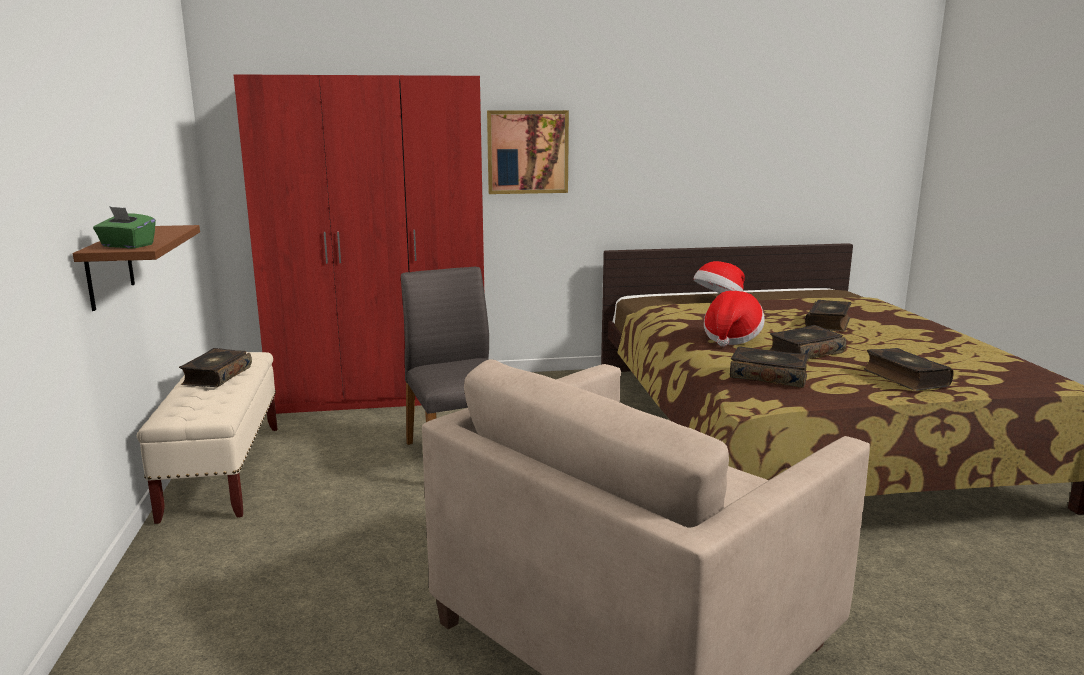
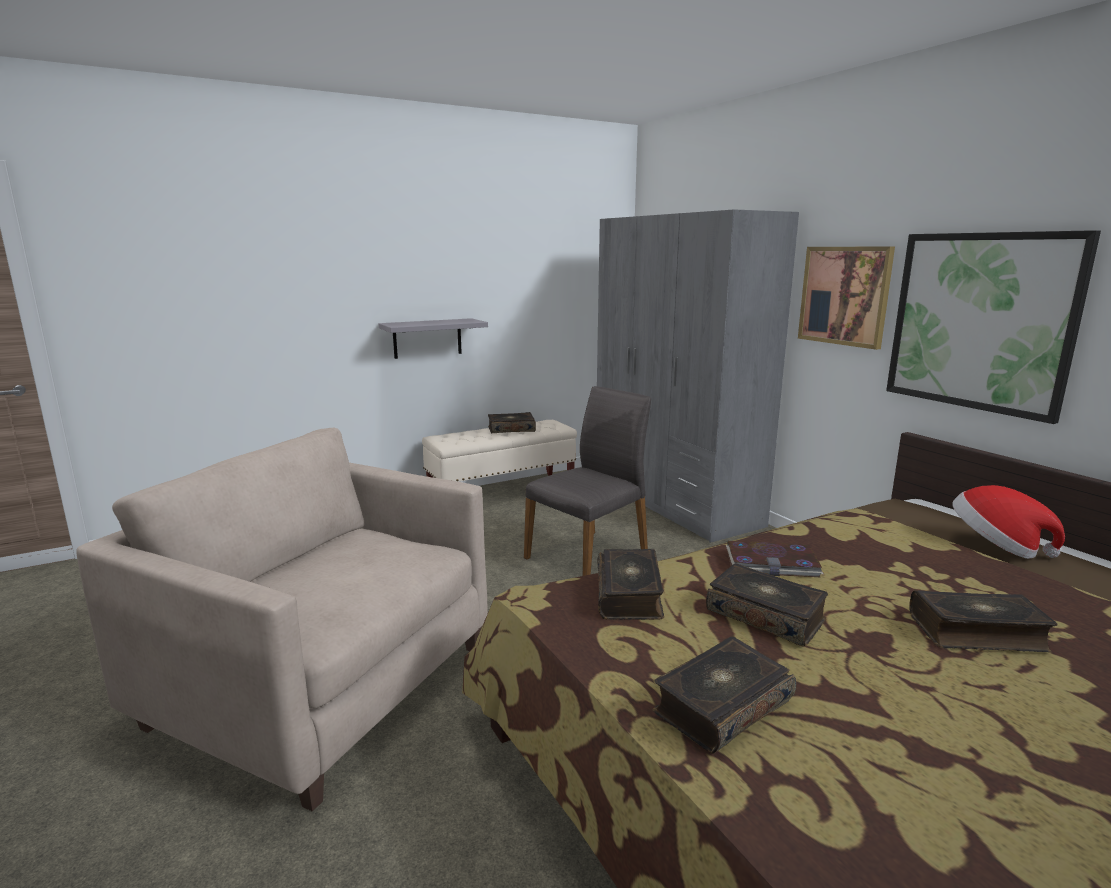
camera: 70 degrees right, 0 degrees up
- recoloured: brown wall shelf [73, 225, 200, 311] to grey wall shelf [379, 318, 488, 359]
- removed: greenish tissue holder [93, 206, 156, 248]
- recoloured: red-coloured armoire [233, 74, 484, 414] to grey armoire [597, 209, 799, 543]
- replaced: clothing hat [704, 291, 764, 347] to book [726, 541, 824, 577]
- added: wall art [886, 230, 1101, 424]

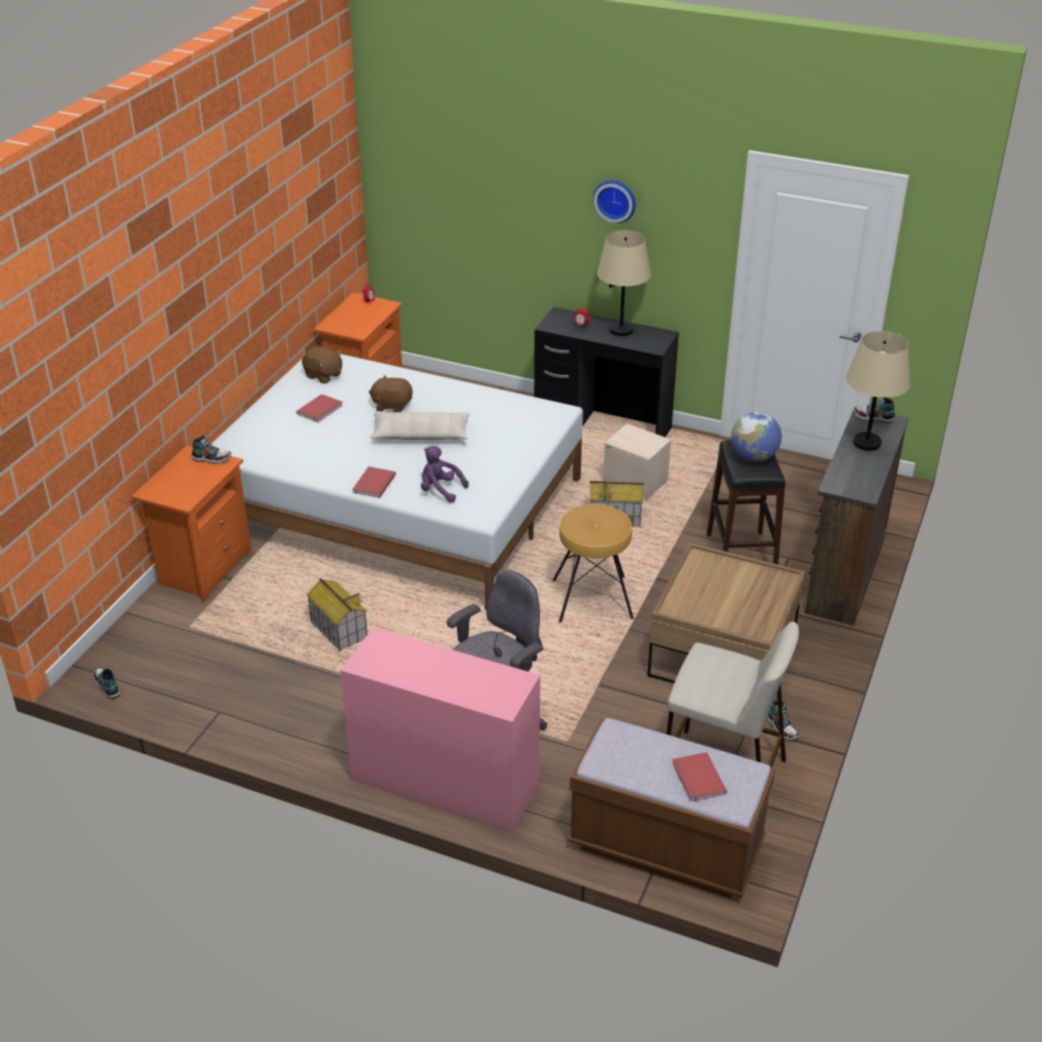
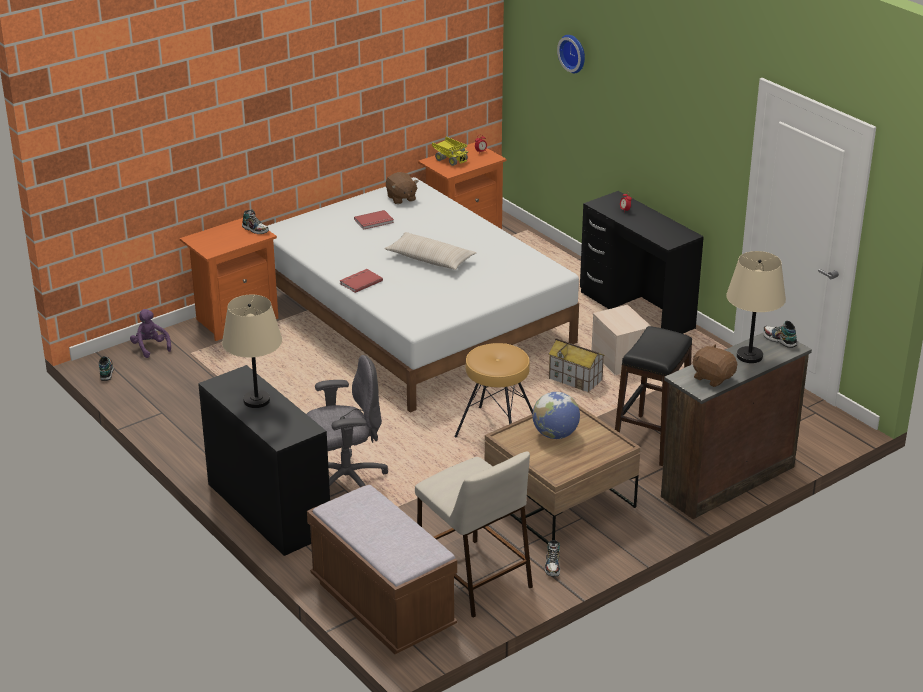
camera: 30 degrees right, 5 degrees down
- removed: model house [306, 578, 367, 651]
- recoloured: pinkish desk table [340, 627, 540, 833] to black-coloured desk table [198, 365, 330, 556]
- moved: brown cuddly toy [369, 375, 413, 412] to [693, 344, 737, 387]
- moved: purple-coloured cuddly toy [421, 446, 469, 503] to [130, 309, 171, 358]
- moved: clock on the wall [593, 180, 636, 223] to [557, 35, 585, 73]
- moved: sand-coloured table lamp [597, 230, 651, 336] to [222, 295, 282, 408]
- removed: red-coloured book [672, 752, 727, 801]
- moved: world globe [731, 412, 782, 462] to [532, 392, 580, 439]
- added: model truck [432, 137, 468, 166]

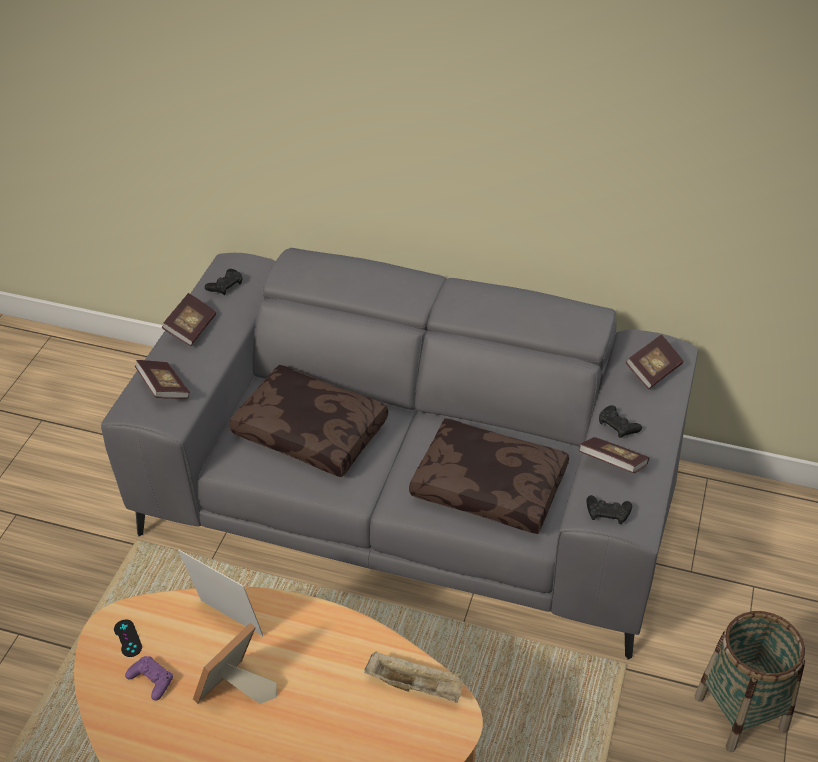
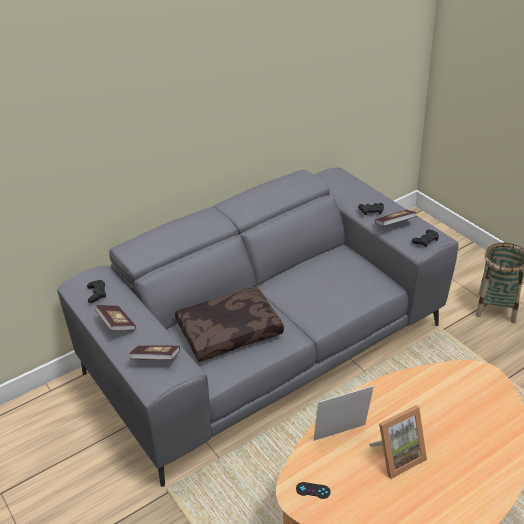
camera: 50 degrees left, 5 degrees down
- removed: purple-coloured gamepad [125, 656, 173, 701]
- turned: standing frame [193, 623, 277, 704] = [369, 405, 427, 479] 105 degrees counterclockwise
- removed: sand-coloured serving tray [364, 651, 463, 703]
- removed: brown throw pillow [409, 418, 569, 534]
- removed: book [626, 334, 683, 389]

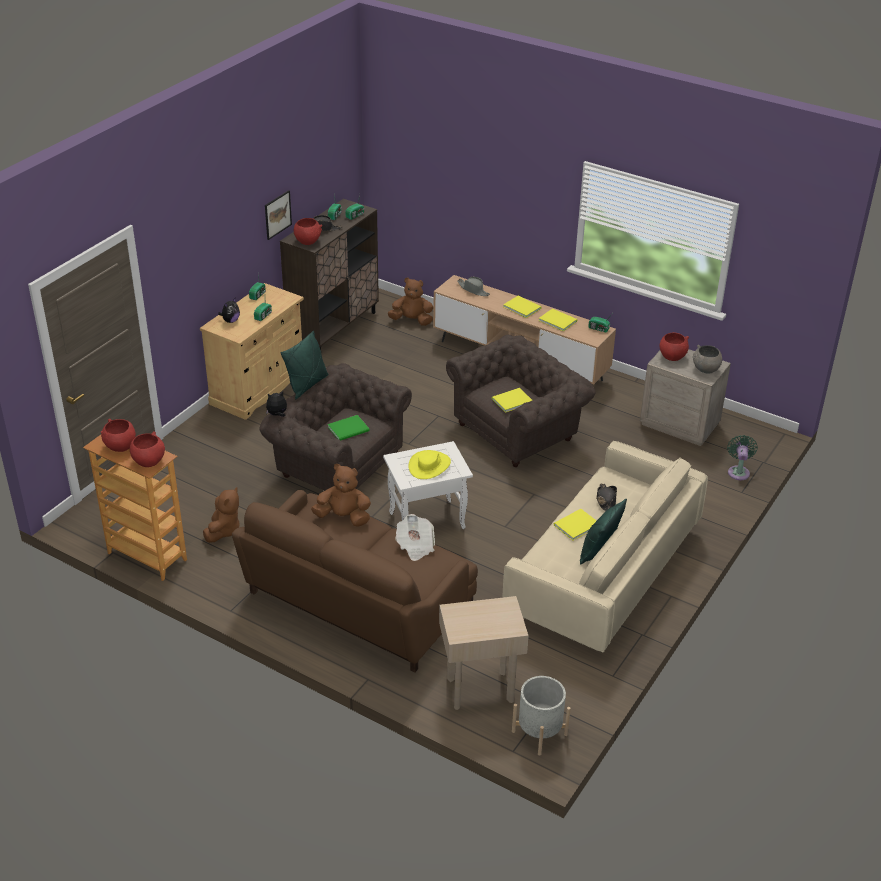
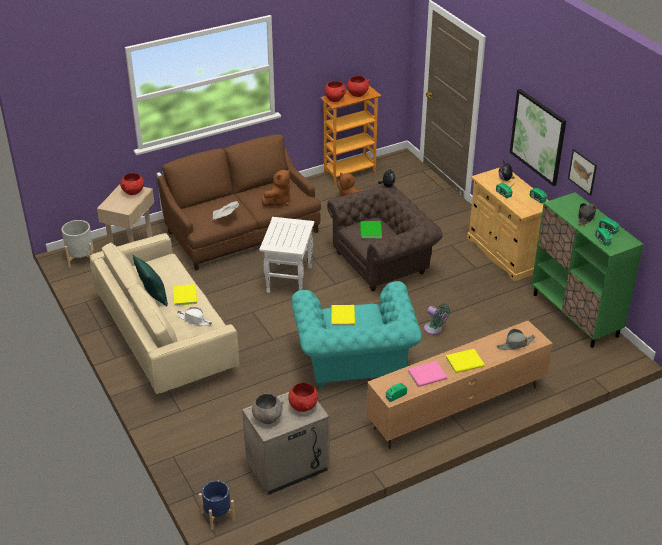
camera: 120 degrees right, 0 degrees up
- recoloured: brown storage cabinet [280, 199, 379, 350] to greenish storage cabinet [532, 192, 644, 348]
- removed: greenish throw pillow [280, 331, 329, 399]
- moved: red-coloured deep dish [294, 218, 322, 245] to [120, 173, 144, 195]
- removed: brown cuddly toy [388, 277, 433, 326]
- removed: yellow-coloured clothing hat [409, 450, 451, 479]
- recoloured: brown armchair [446, 335, 596, 467] to turquoise-coloured armchair [291, 281, 422, 387]
- recoloured: yellow-coloured book [539, 309, 577, 331] to pinkish book [408, 361, 447, 387]
- recoloured: black-coloured clothing hat [596, 484, 617, 511] to white-coloured clothing hat [177, 307, 212, 326]
- moved: greenish fan [727, 435, 758, 480] to [424, 303, 450, 335]
- added: blue-coloured flower pot [199, 481, 235, 530]
- added: wall art [510, 89, 566, 186]

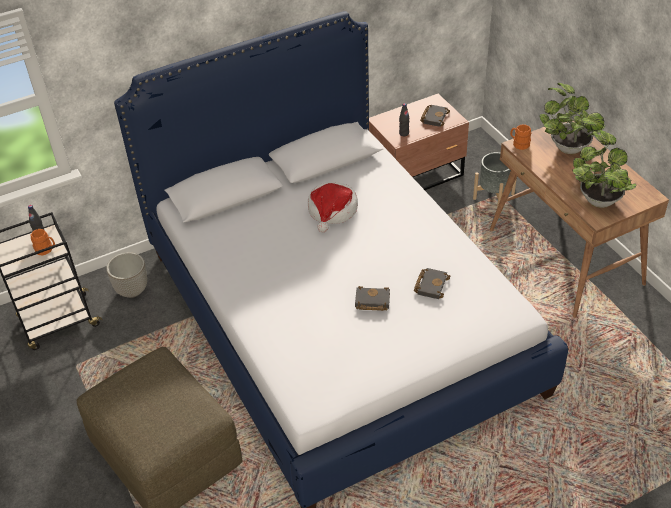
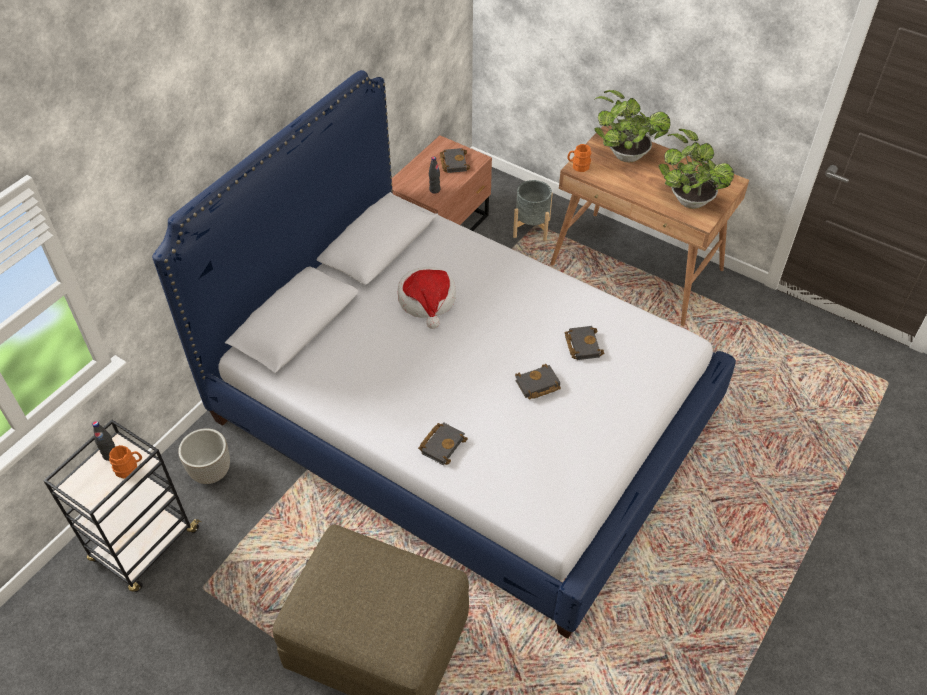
camera: 30 degrees left, 5 degrees up
- added: black-coloured book [418, 422, 468, 465]

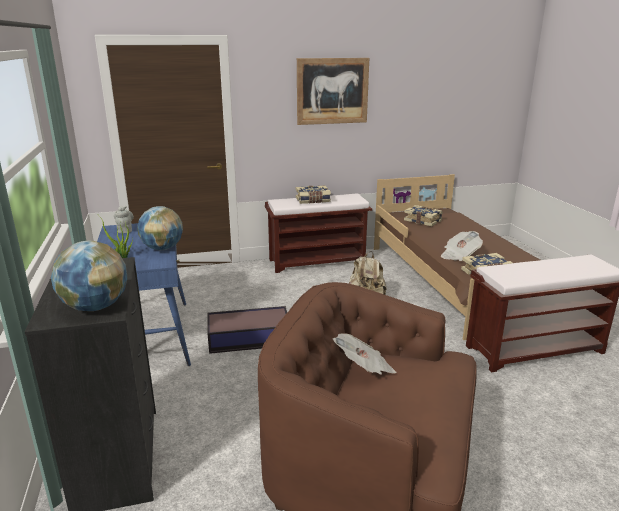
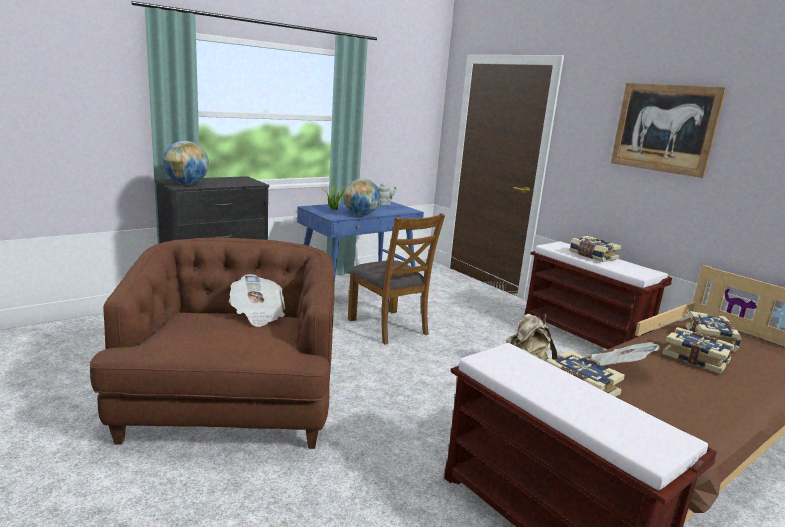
camera: 65 degrees right, 5 degrees down
- replaced: storage container [207, 306, 287, 354] to brown upright chair [348, 213, 445, 345]
- added: book [662, 327, 734, 374]

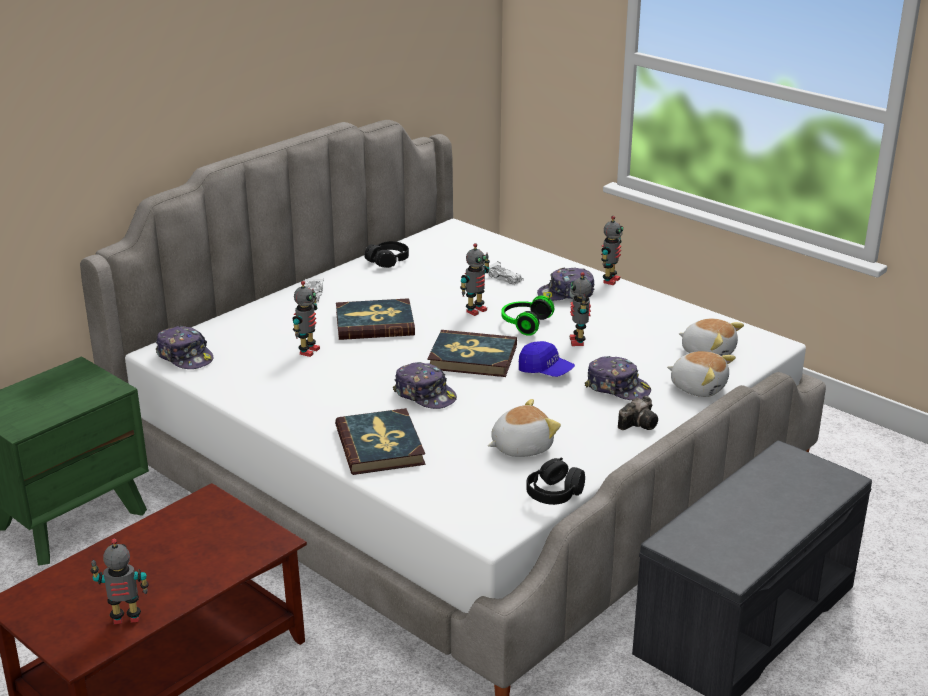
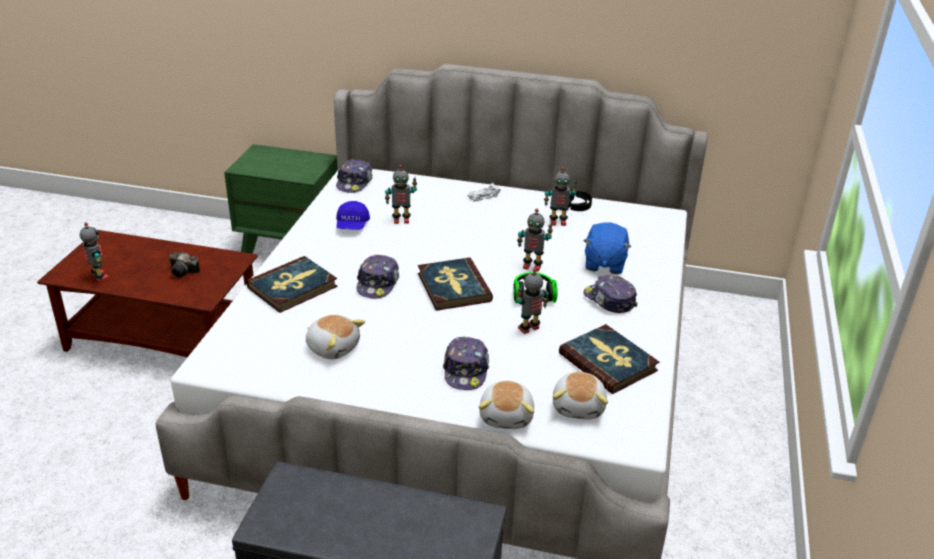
camera: 60 degrees right, 5 degrees up
- moved: book [336, 298, 415, 340] to [559, 324, 659, 394]
- replaced: white-coloured toy car [489, 261, 524, 285] to blue-coloured cuddly toy [584, 222, 631, 274]
- moved: blue-coloured cap [519, 341, 575, 377] to [336, 201, 370, 230]
- removed: black-coloured headphones [526, 457, 585, 505]
- moved: toy robot [601, 216, 623, 285] to [544, 167, 578, 226]
- moved: photo camera [618, 396, 658, 430] to [169, 252, 200, 277]

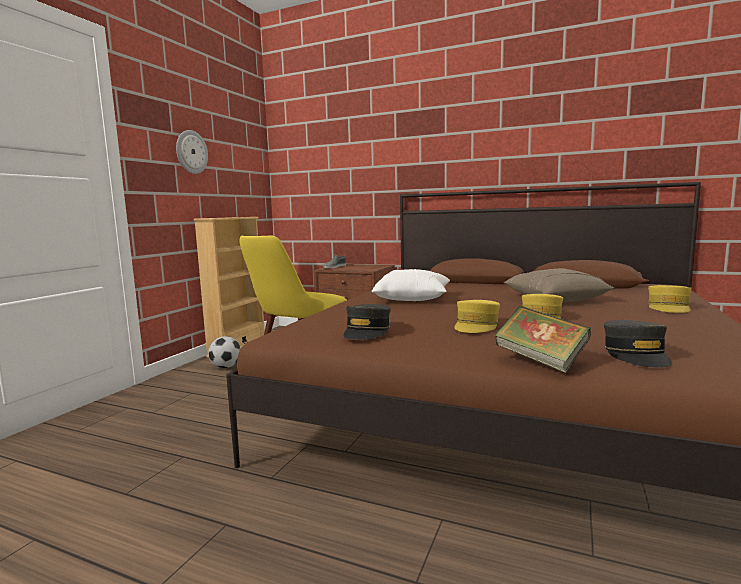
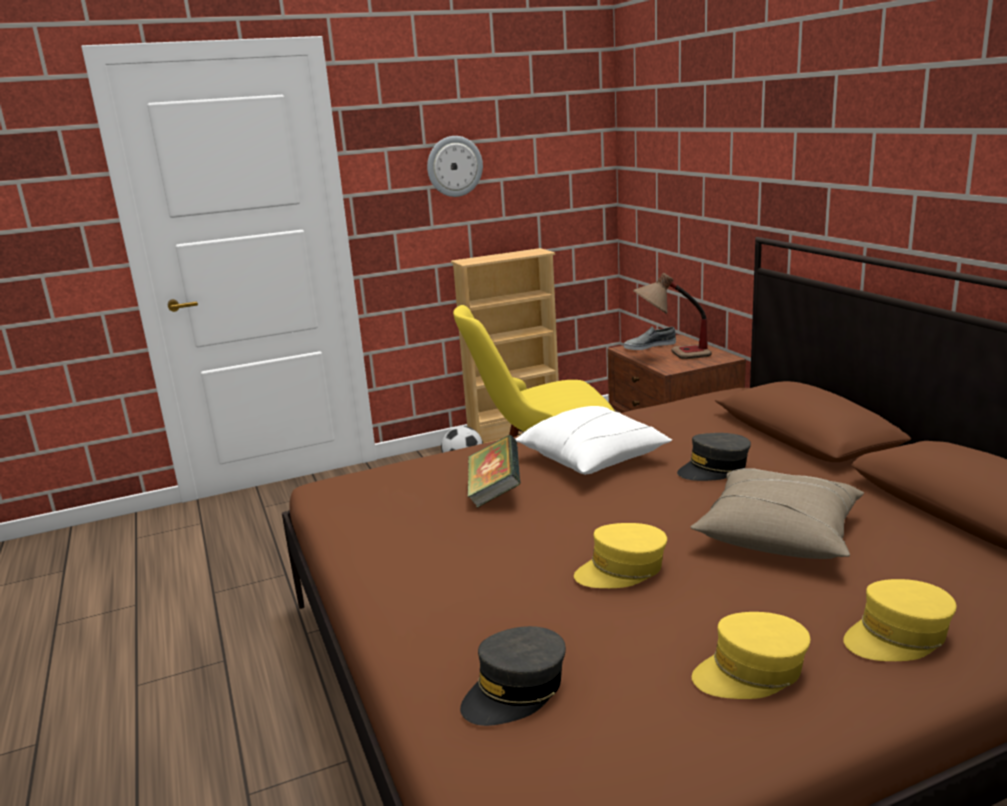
camera: 45 degrees right, 10 degrees up
- moved: grey cap [343, 304, 391, 340] to [677, 433, 751, 481]
- moved: yellow-coloured cap [454, 300, 500, 333] to [692, 612, 811, 699]
- moved: book [495, 306, 591, 373] to [468, 435, 521, 508]
- added: table lamp [633, 273, 712, 359]

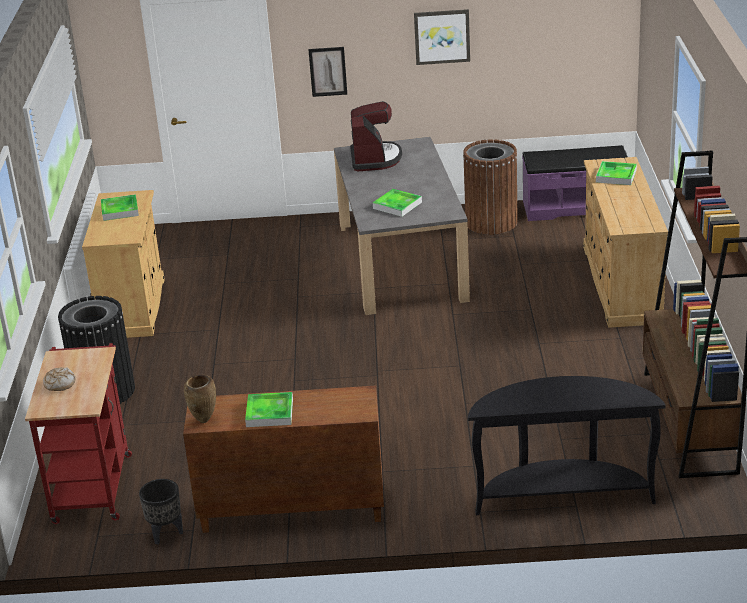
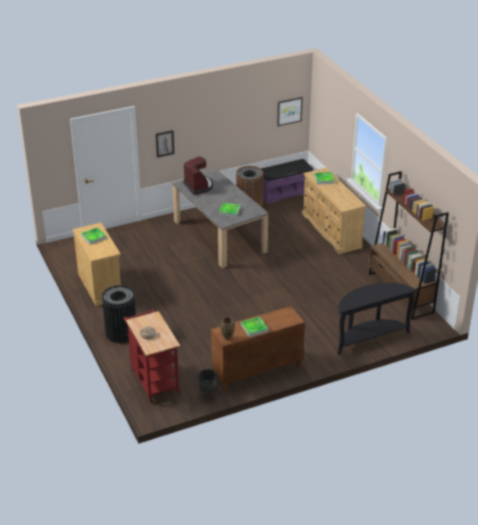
camera: 25 degrees left, 5 degrees up
- moved: wall art [414, 9, 470, 65] to [277, 97, 303, 126]

